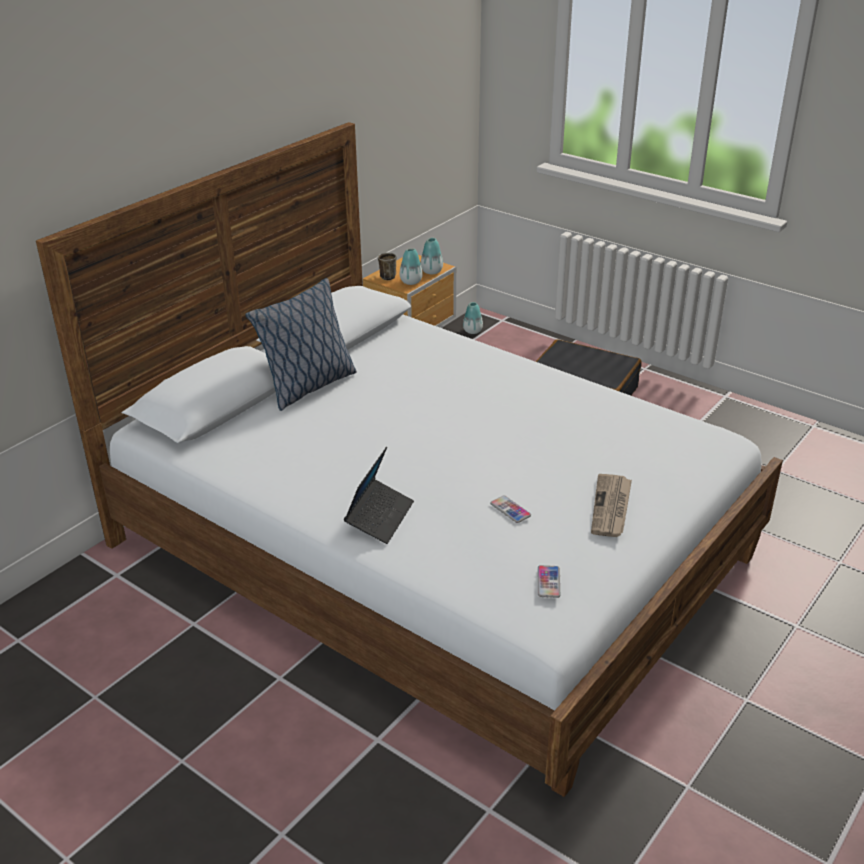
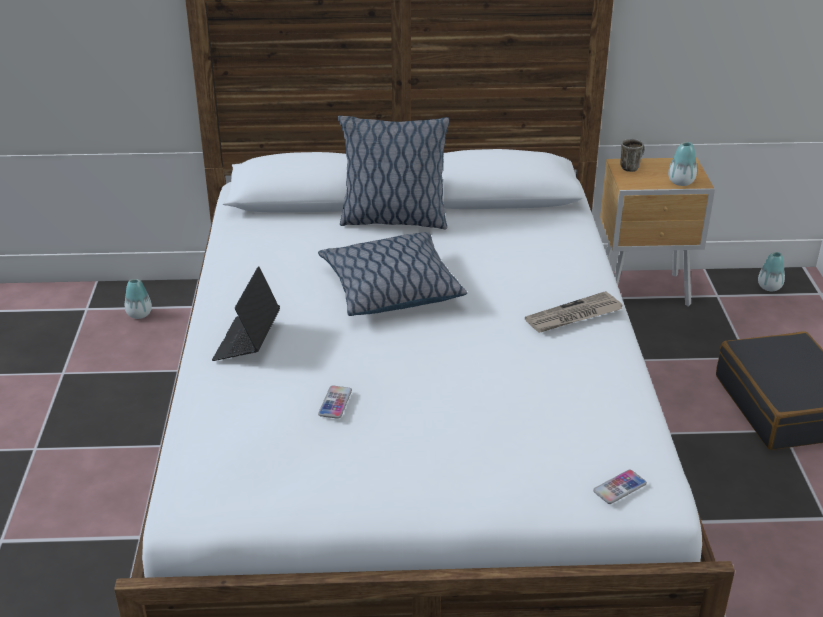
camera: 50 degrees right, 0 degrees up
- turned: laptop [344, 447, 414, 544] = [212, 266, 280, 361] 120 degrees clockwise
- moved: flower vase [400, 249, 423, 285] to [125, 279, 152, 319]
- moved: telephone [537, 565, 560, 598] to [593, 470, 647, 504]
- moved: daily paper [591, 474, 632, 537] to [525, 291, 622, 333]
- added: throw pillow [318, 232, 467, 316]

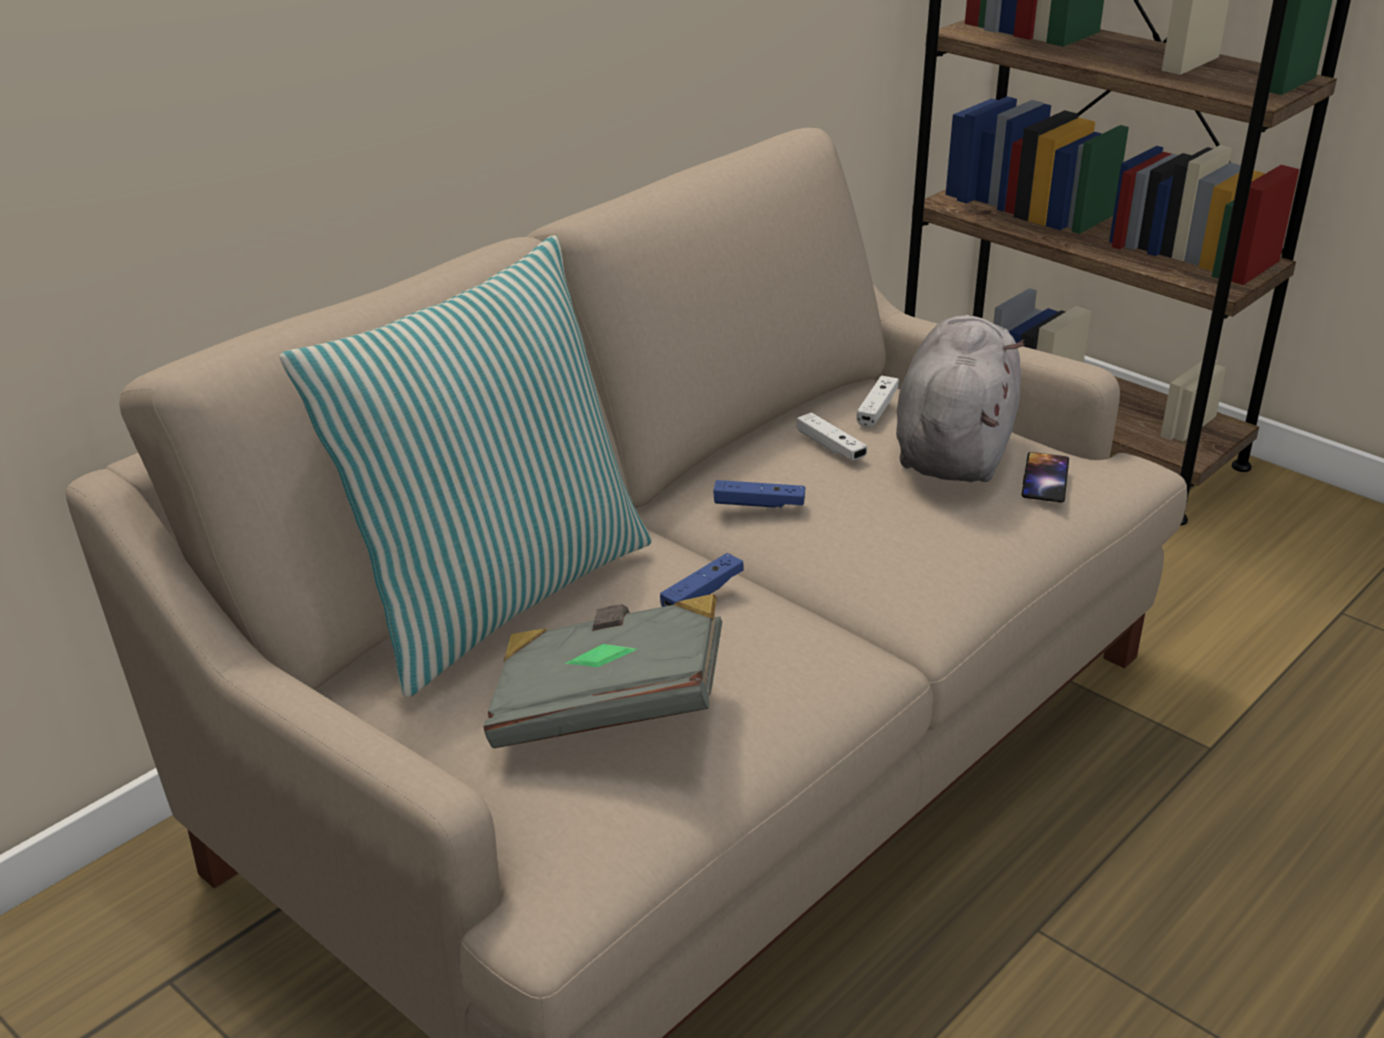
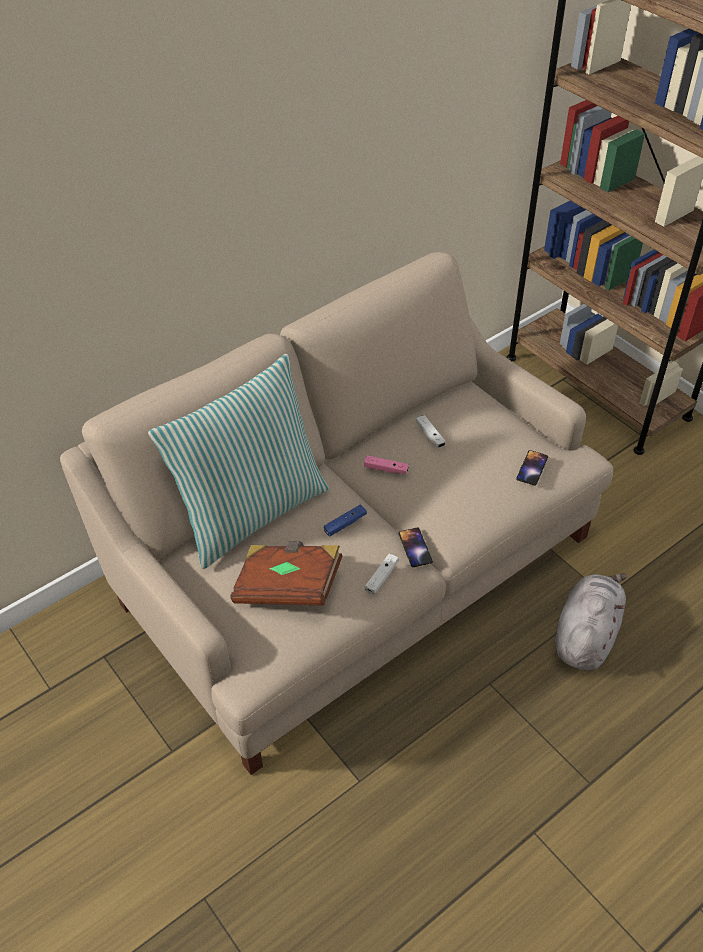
camera: 10 degrees right, 15 degrees up
- recoloured: grey book [484, 594, 722, 748] to brown book [230, 541, 343, 606]
- recoloured: blue-coloured gamepad [714, 480, 805, 508] to pinkish gamepad [364, 455, 409, 475]
- moved: white-coloured gamepad [857, 375, 899, 427] to [365, 553, 399, 595]
- moved: grey cuddly toy [896, 316, 1025, 482] to [555, 573, 628, 671]
- added: telephone [398, 527, 433, 567]

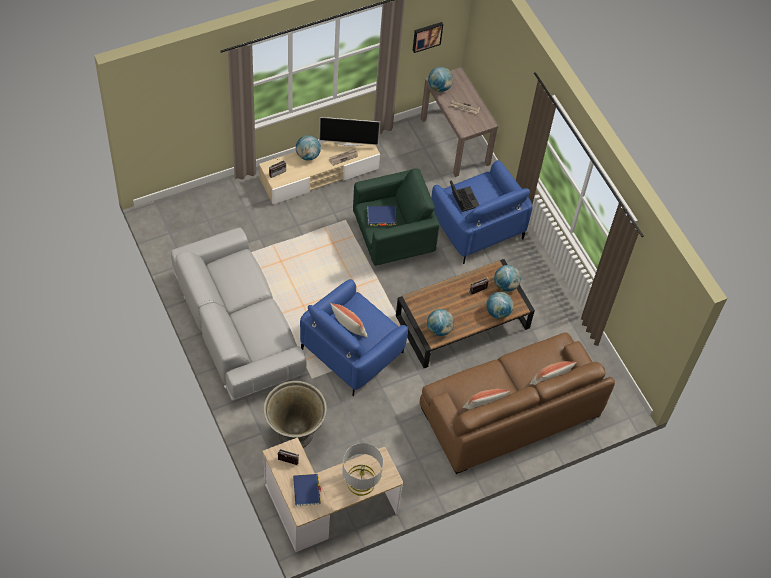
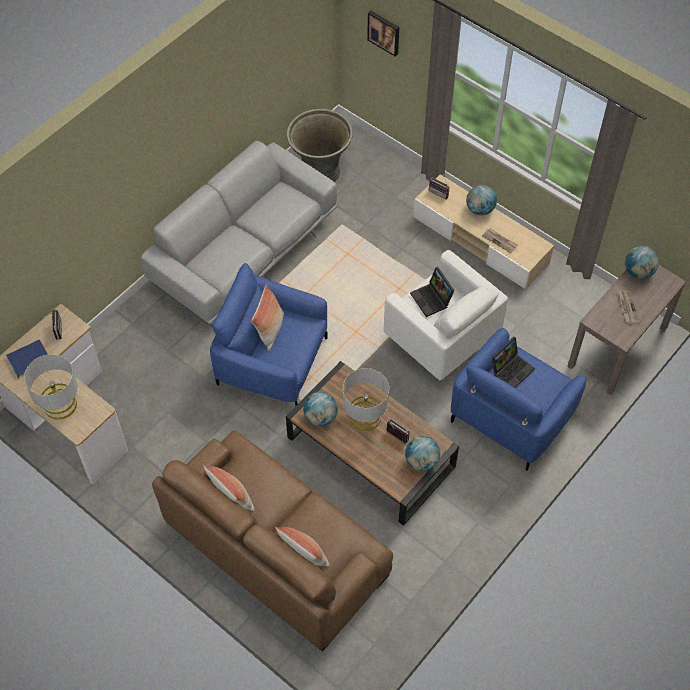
camera: 70 degrees right, 0 degrees up
- moved: grey flower pot [263, 381, 327, 448] to [287, 109, 353, 181]
- removed: television [319, 117, 380, 146]
- recoloured: greenish armchair [353, 168, 440, 266] to white-coloured armchair [383, 250, 508, 380]
- replaced: blue-coloured book [367, 206, 396, 226] to laptop [410, 267, 455, 317]
- moved: wall art [413, 22, 443, 53] to [367, 11, 399, 57]
- removed: world globe [486, 292, 513, 319]
- added: grey table lamp [343, 368, 389, 431]

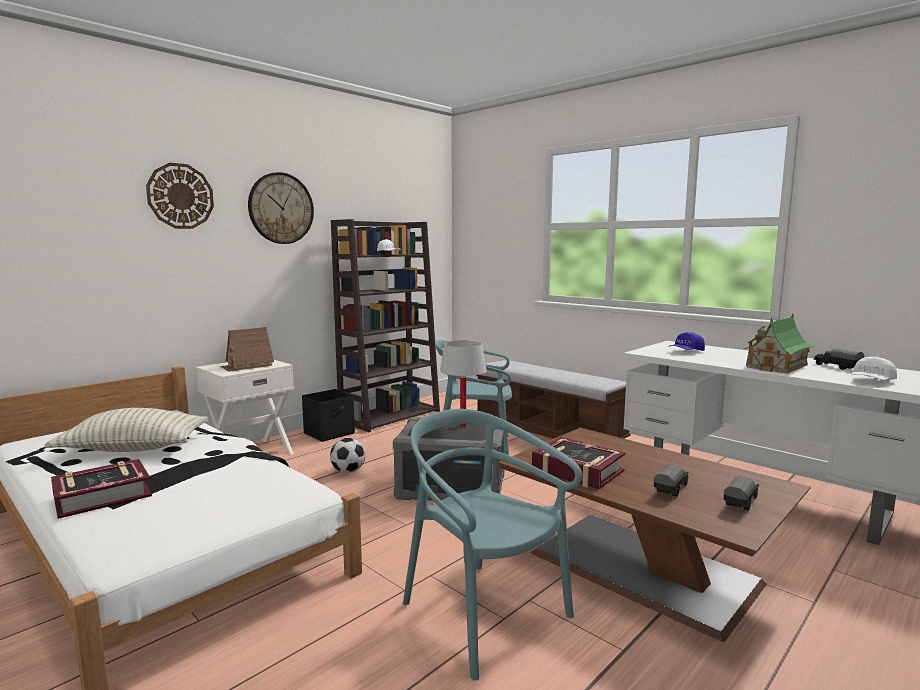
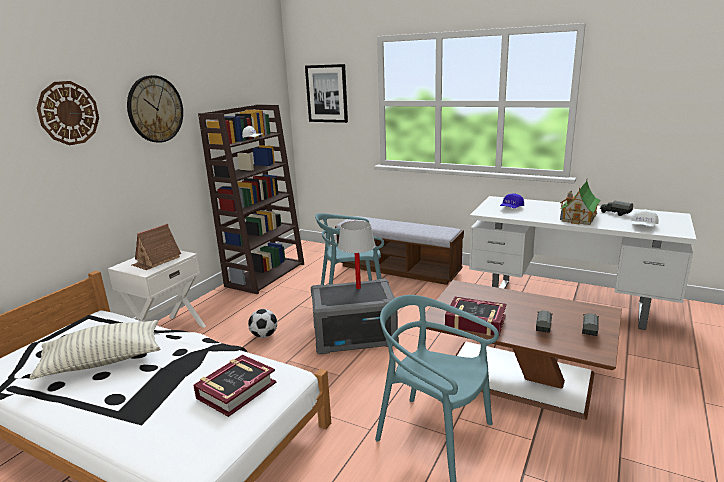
camera: 15 degrees left, 10 degrees up
- moved: book [51, 459, 152, 519] to [193, 355, 276, 417]
- removed: black-coloured storage container [302, 389, 355, 442]
- added: wall art [305, 64, 348, 123]

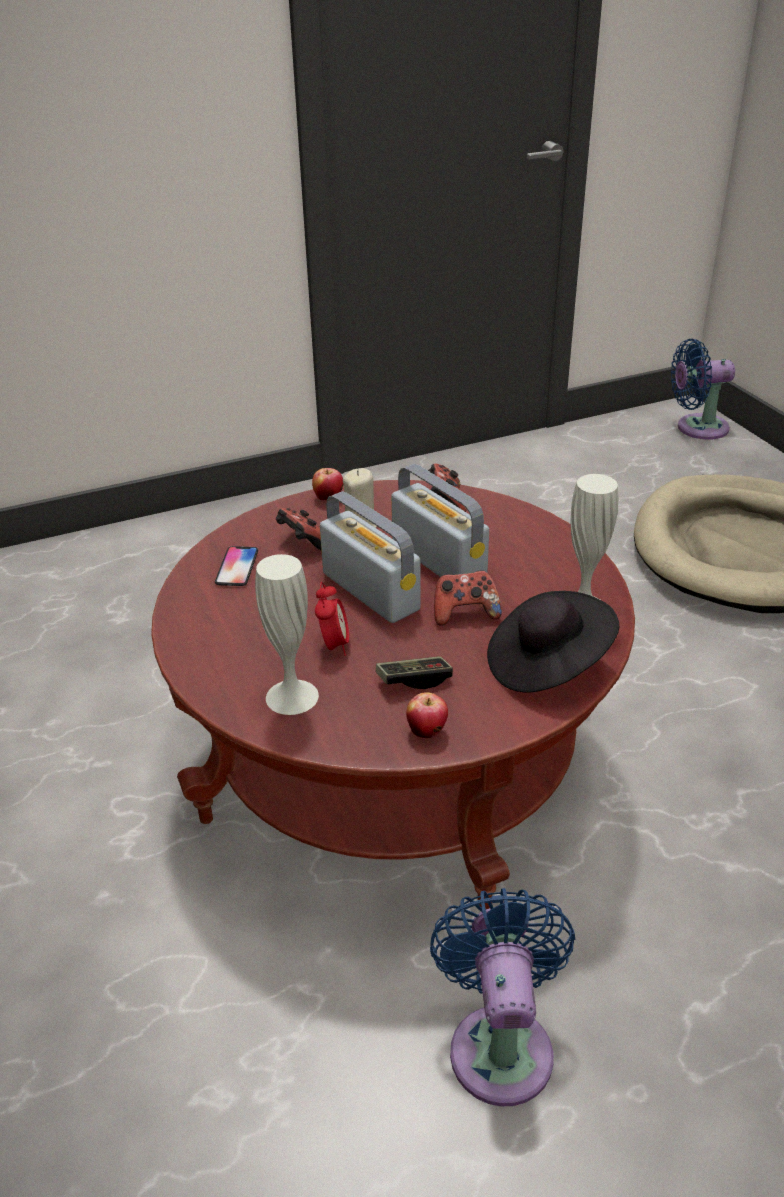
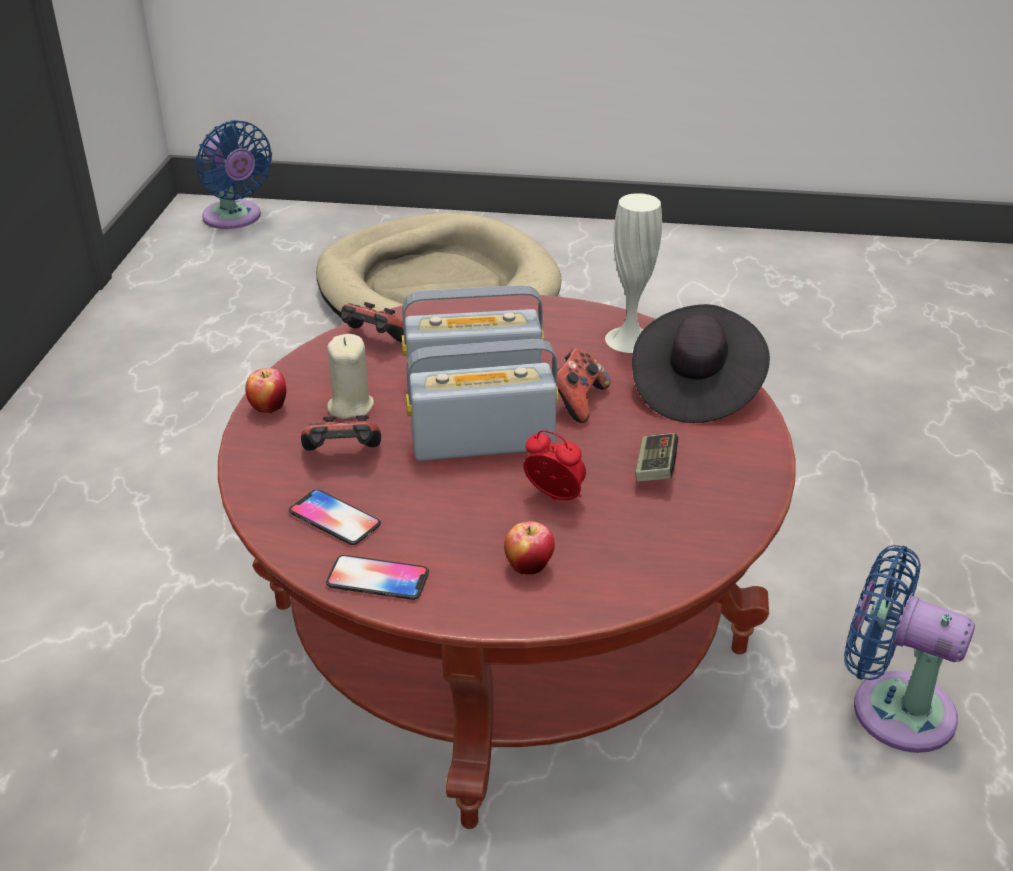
camera: 60 degrees left, 0 degrees up
- removed: white-coloured flower vase [255, 554, 319, 715]
- moved: apple fruit [406, 692, 448, 738] to [504, 521, 555, 574]
- turned: blue-coloured fan [671, 339, 735, 440] = [196, 120, 272, 229] 60 degrees counterclockwise
- added: telephone [326, 555, 429, 600]

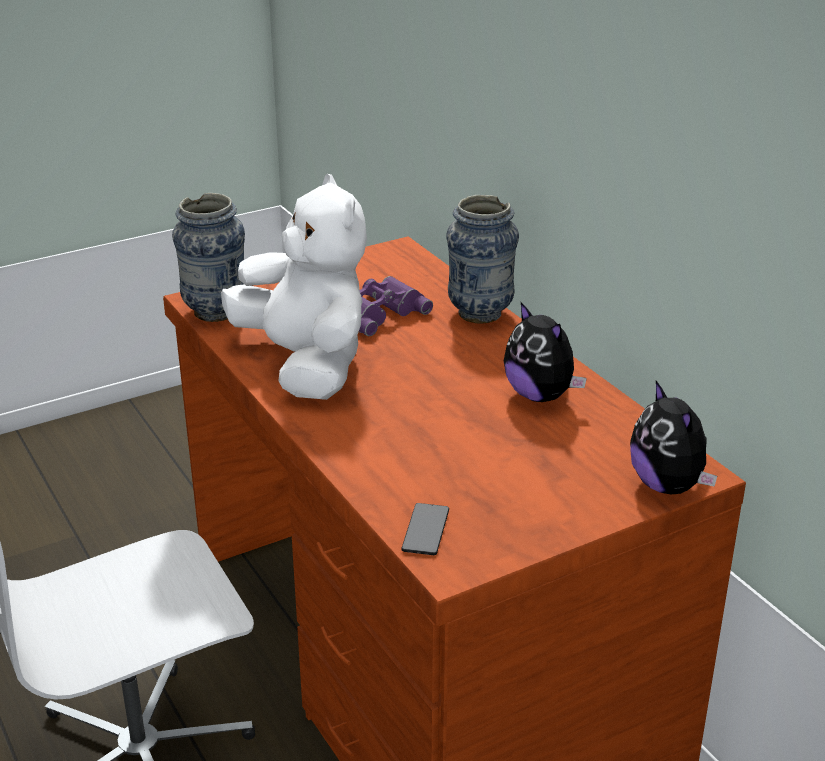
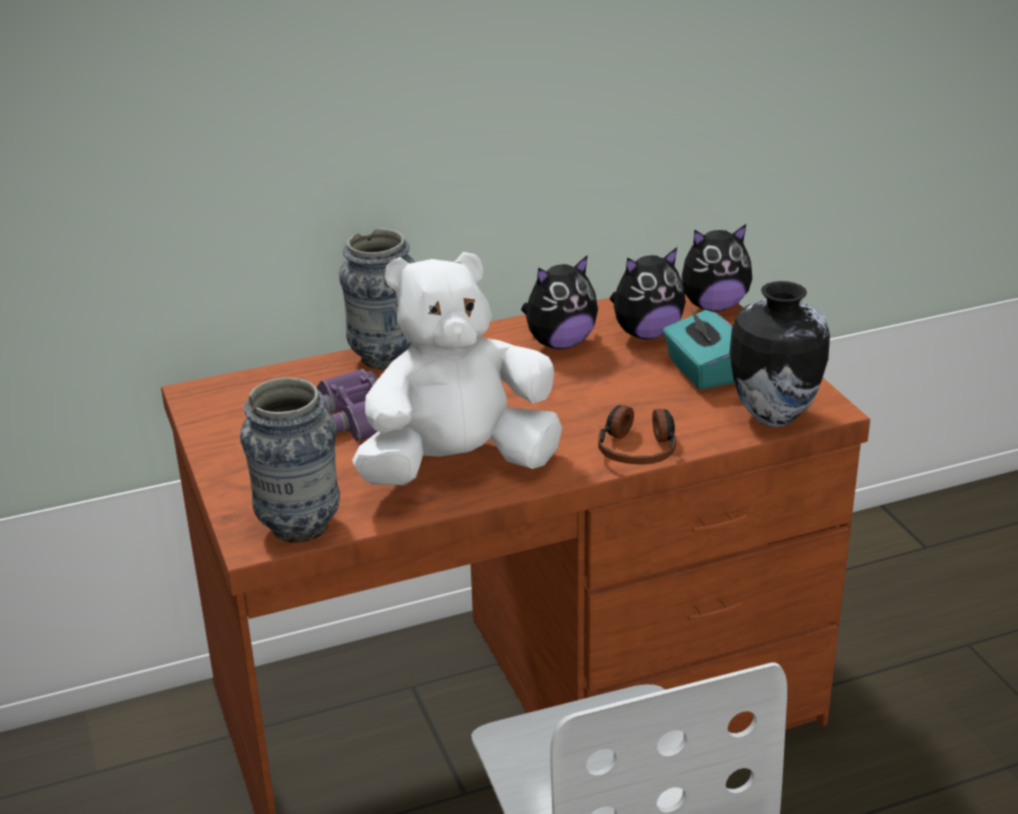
camera: 80 degrees left, 0 degrees up
- replaced: telephone [401, 503, 449, 555] to flower vase [730, 281, 830, 427]
- added: headphones [598, 405, 676, 465]
- added: cuddly toy [610, 247, 686, 339]
- added: turquoise-coloured tissue holder [663, 307, 734, 390]

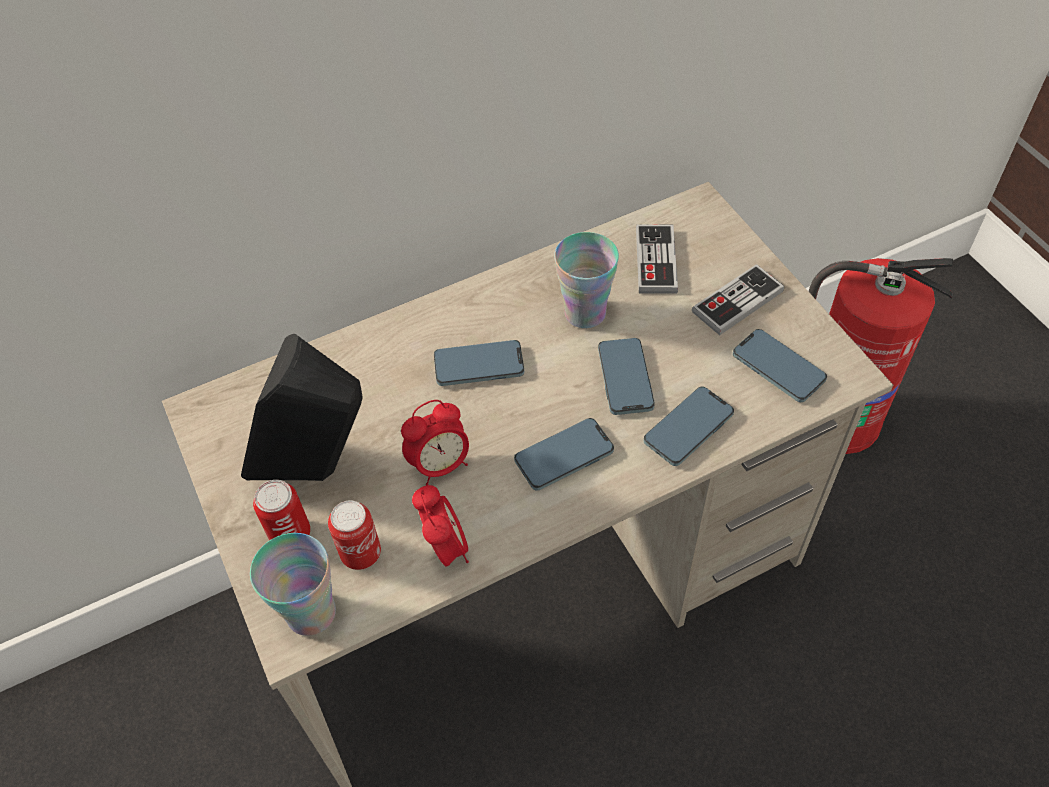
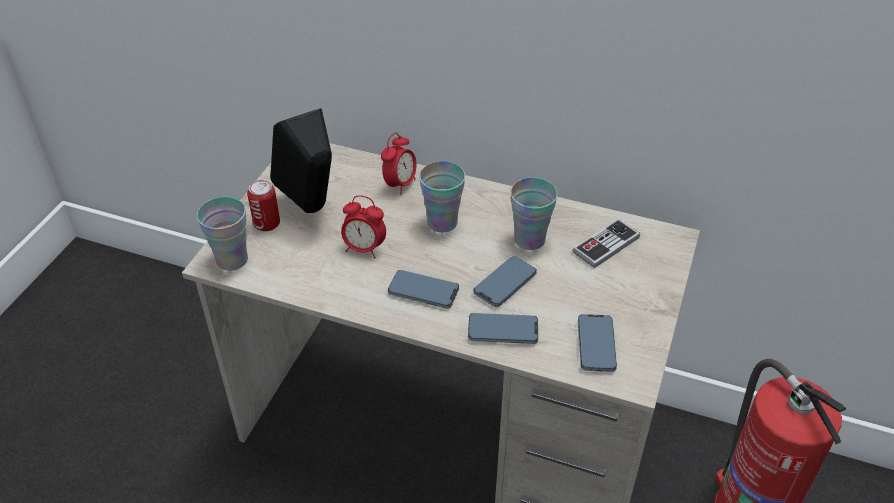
camera: 45 degrees right, 10 degrees down
- removed: metal can [328, 501, 381, 570]
- moved: bedside clock [412, 485, 469, 566] to [381, 133, 417, 195]
- replaced: telephone [434, 340, 524, 386] to small cup [419, 161, 465, 233]
- removed: gamepad [692, 264, 784, 335]

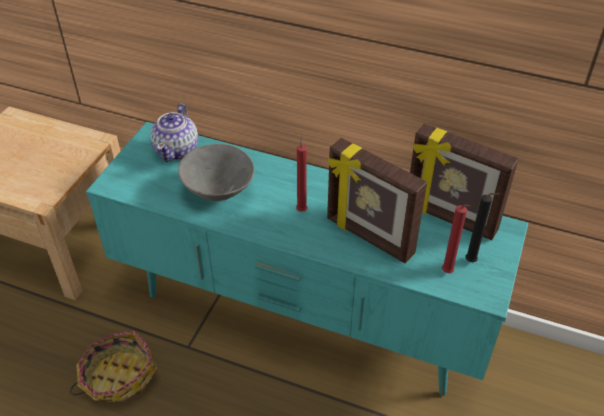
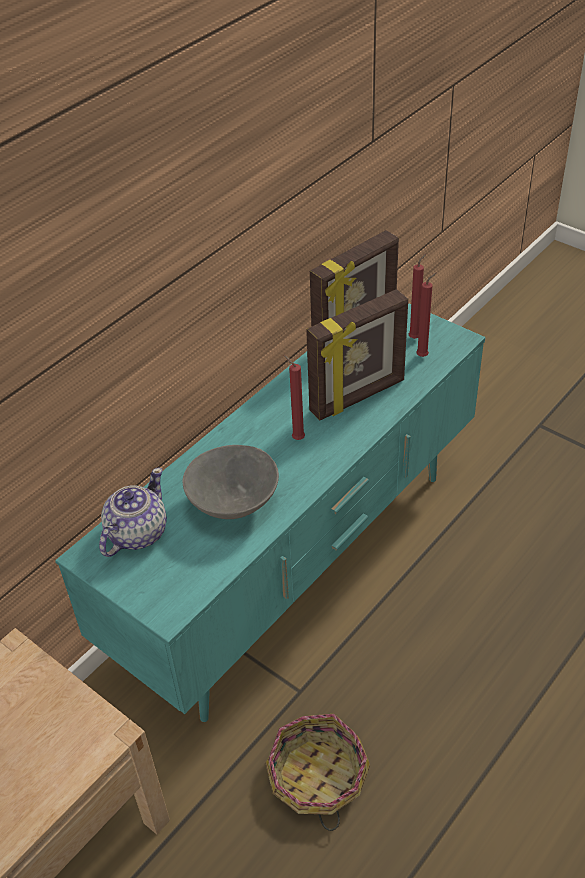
camera: 70 degrees left, 0 degrees up
- turned: teapot [150, 103, 198, 162] = [99, 468, 167, 557] 90 degrees counterclockwise
- recoloured: black-coloured wax light [465, 193, 500, 262] to red-coloured wax light [409, 254, 426, 339]

